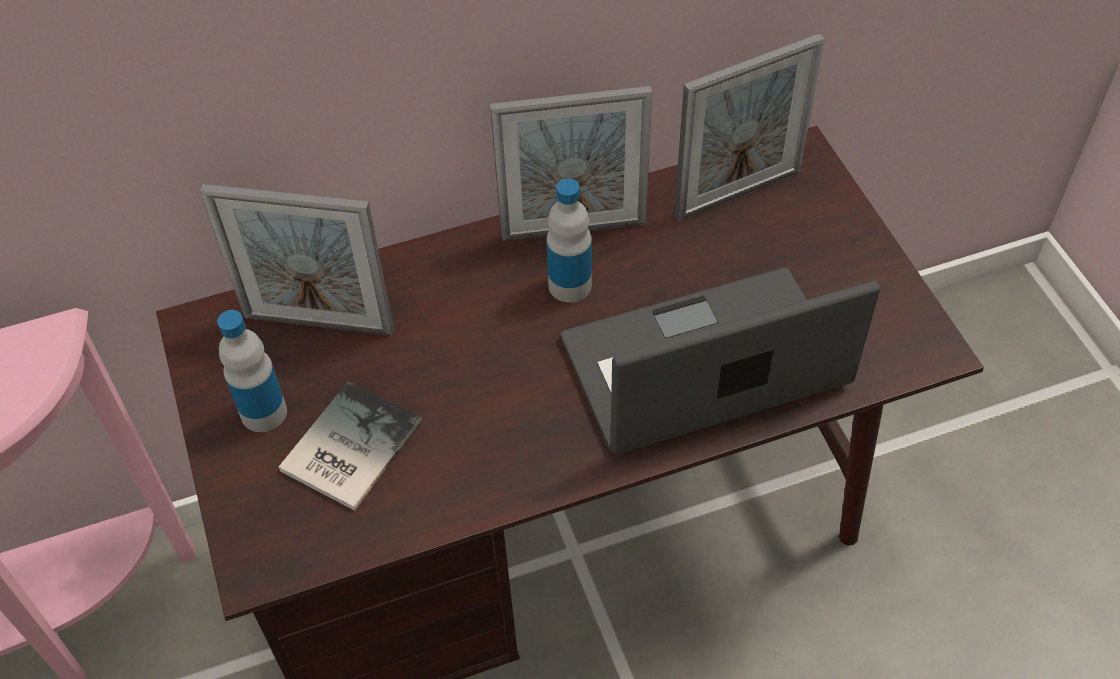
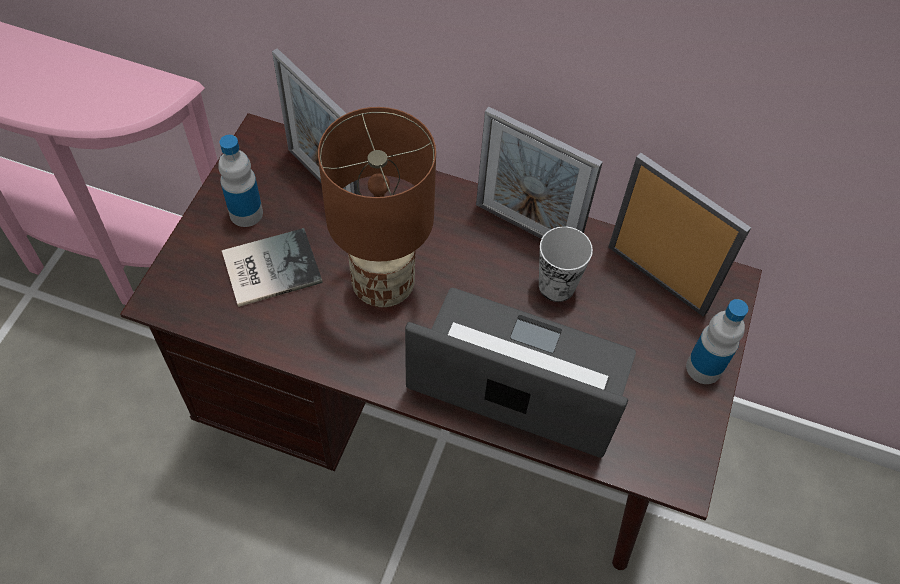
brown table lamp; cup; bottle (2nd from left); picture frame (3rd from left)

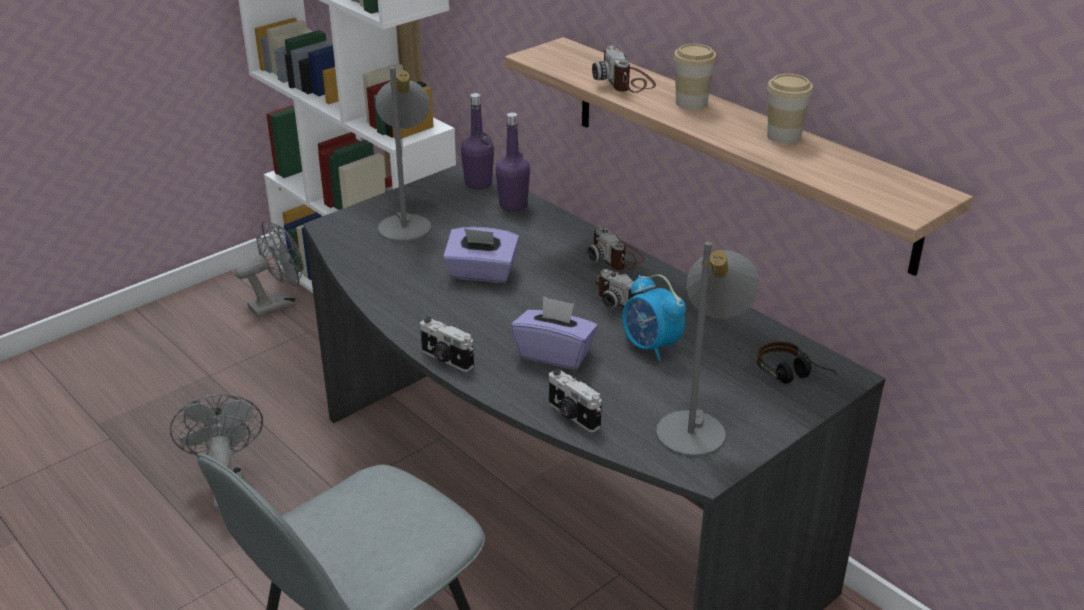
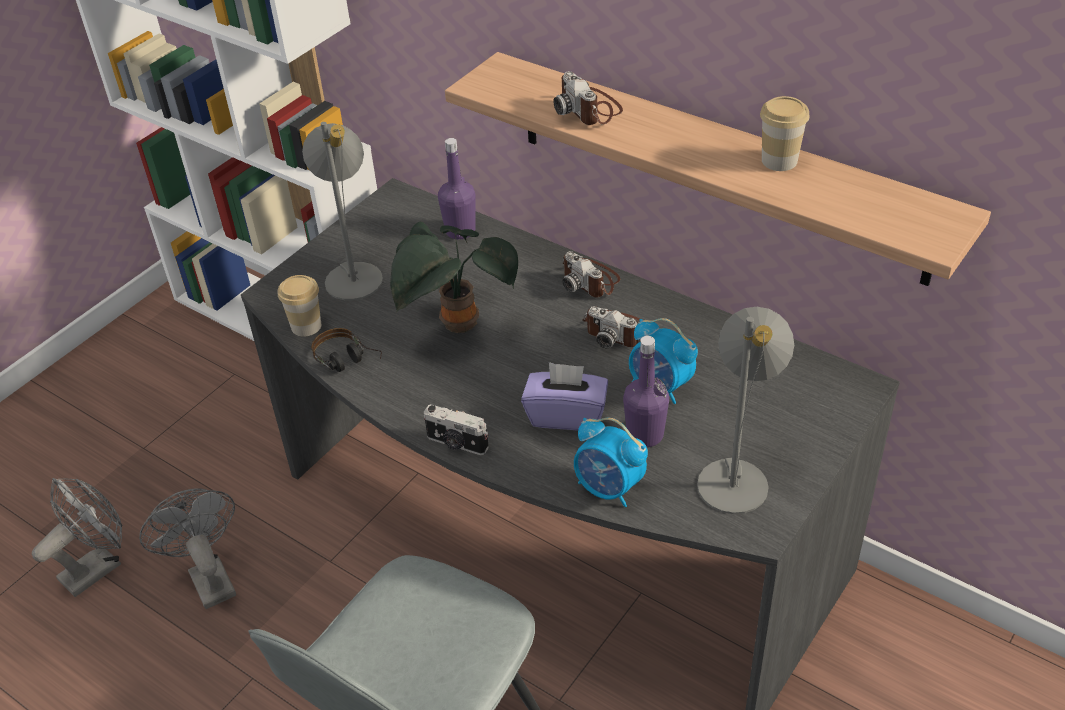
grey fan (1st from left); purple bottle (2nd from left); cup (1st from left); headphones; potted plant; alarm clock (1st from left)

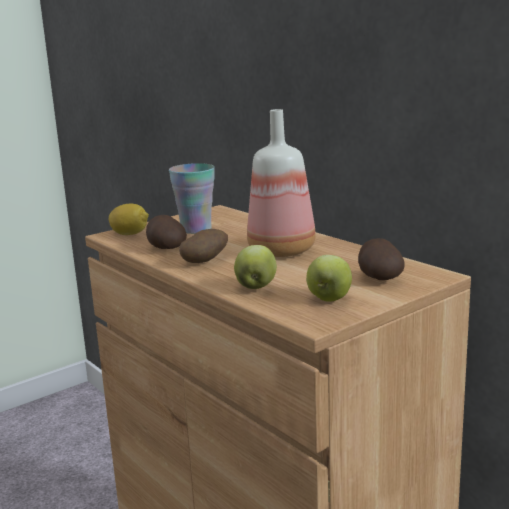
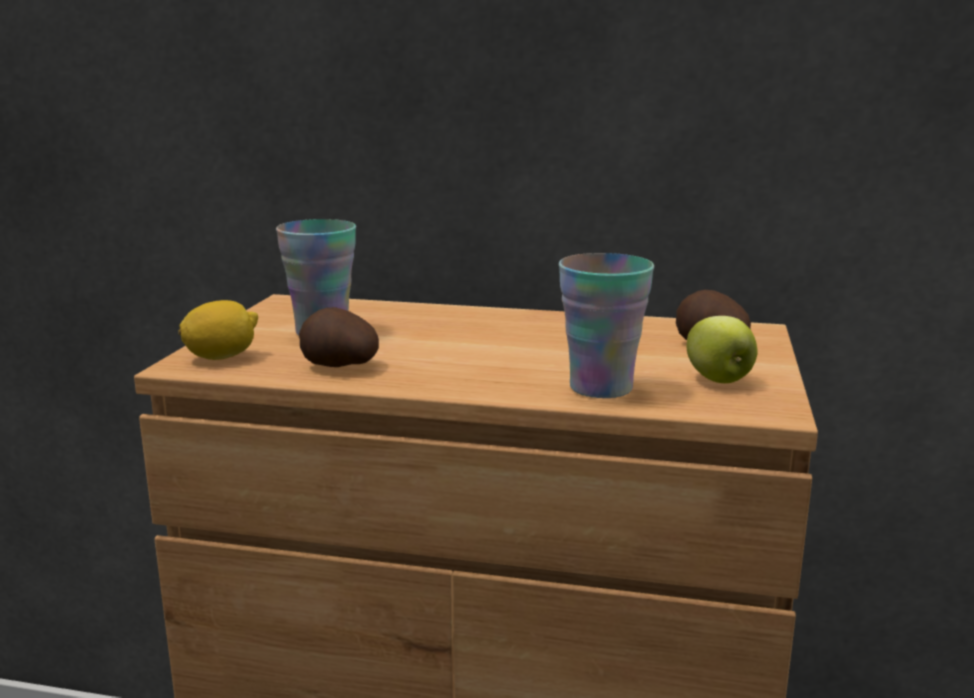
potato (2nd from left in the first image); bottle; cup (2nd from left)

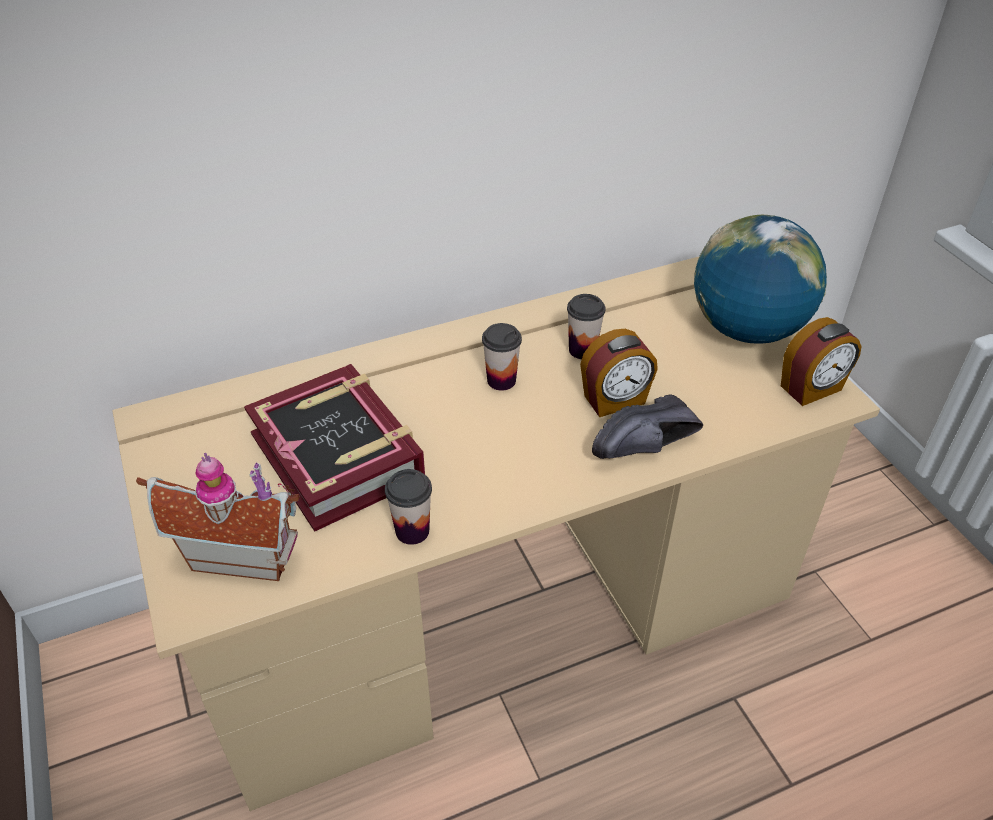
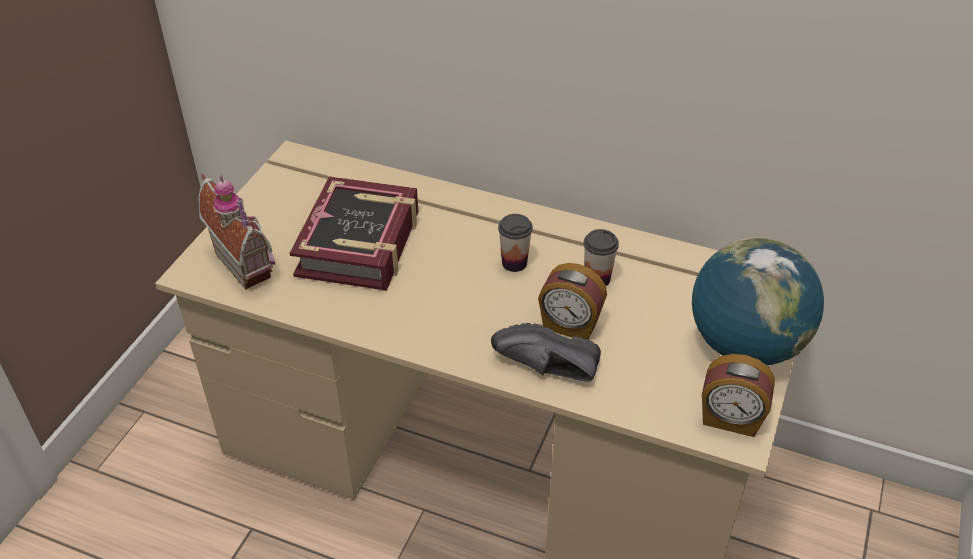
cup (1st from left in the first image)

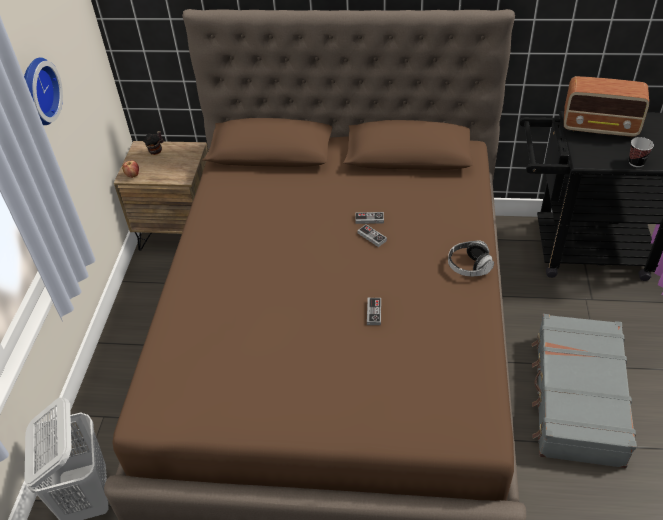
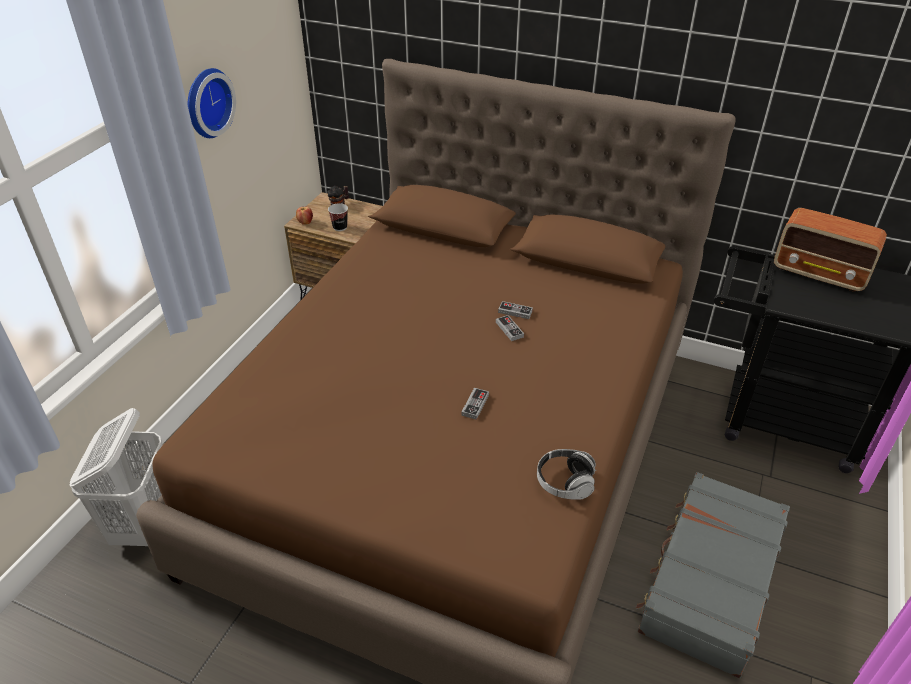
headphones; cup

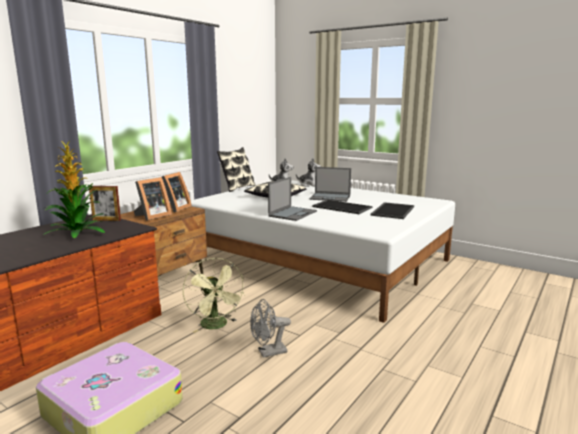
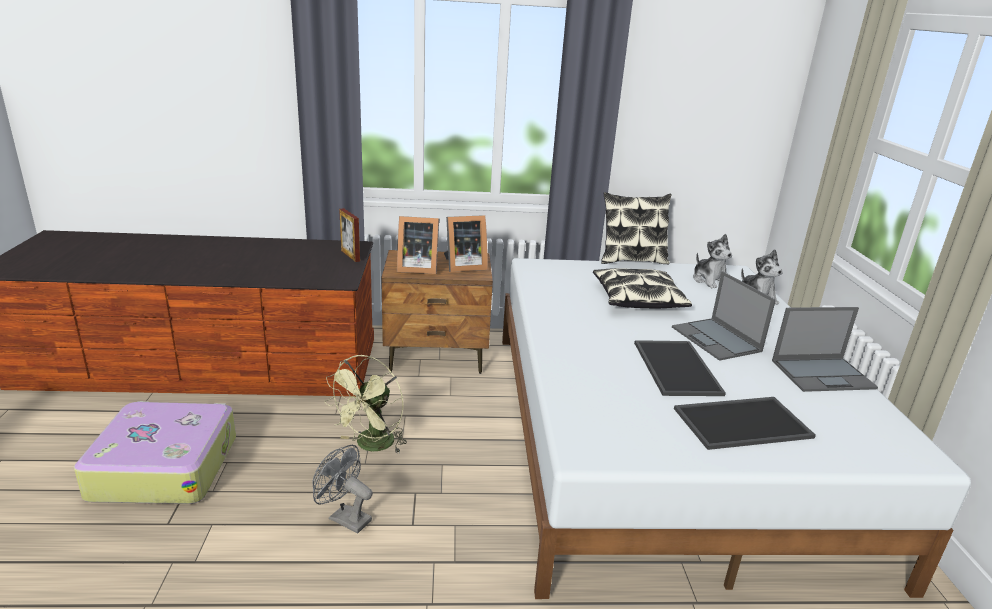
potted plant; laptop (2nd from left)

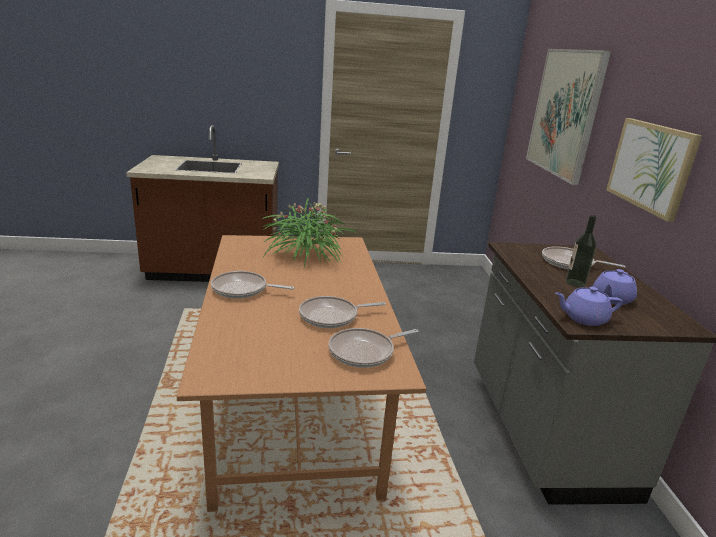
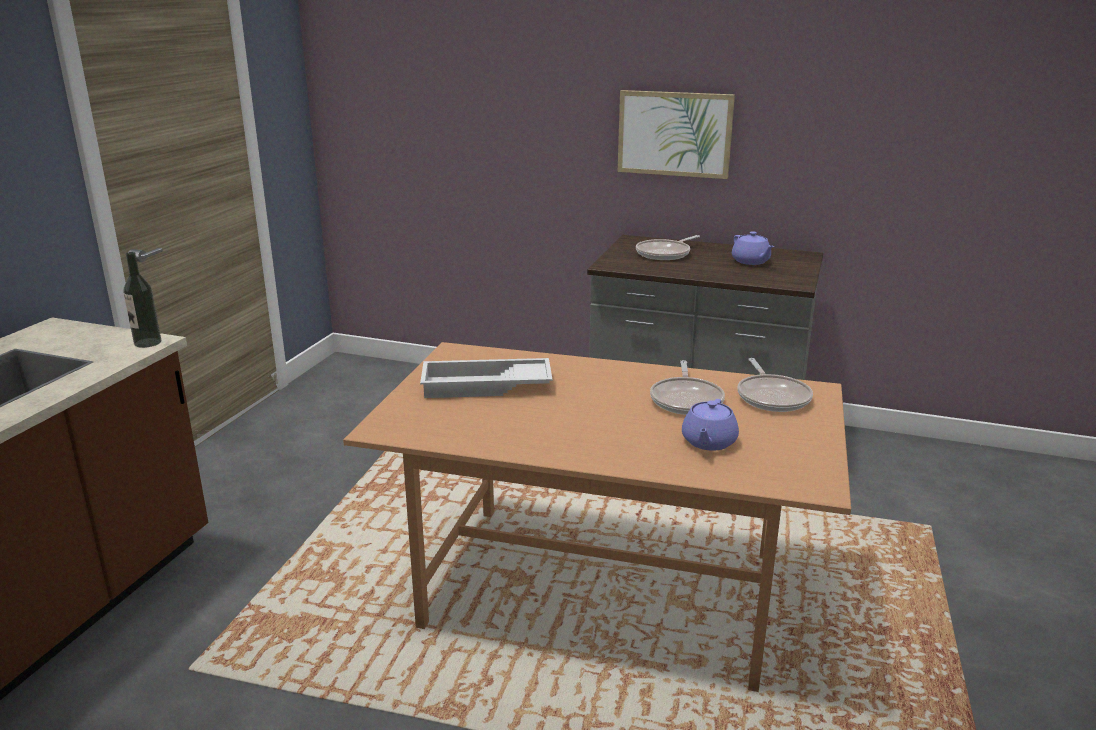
frying pan (1st from left in the first image); picture (1st from left in the first image); purple teapot (1st from left); bottle; white tray

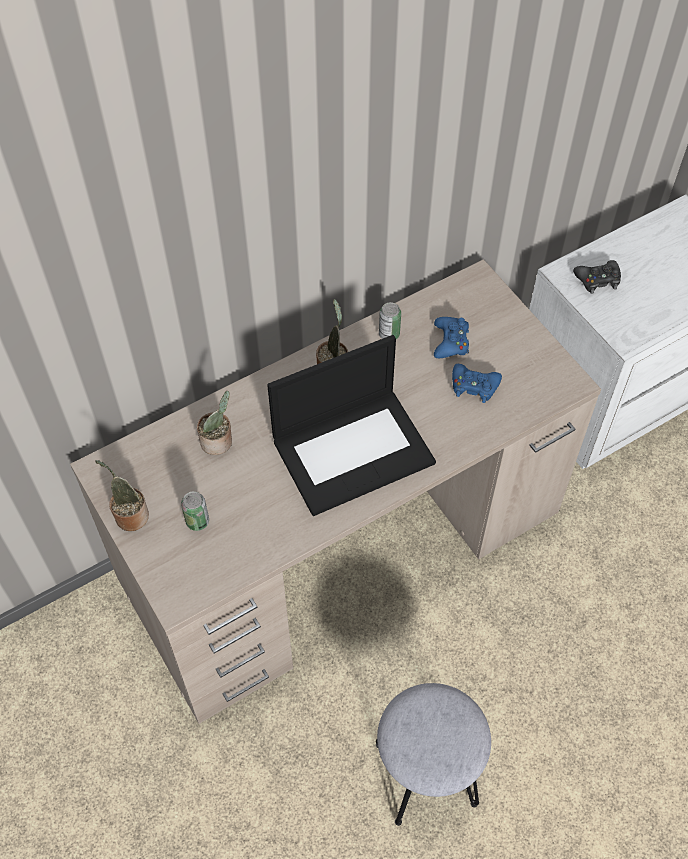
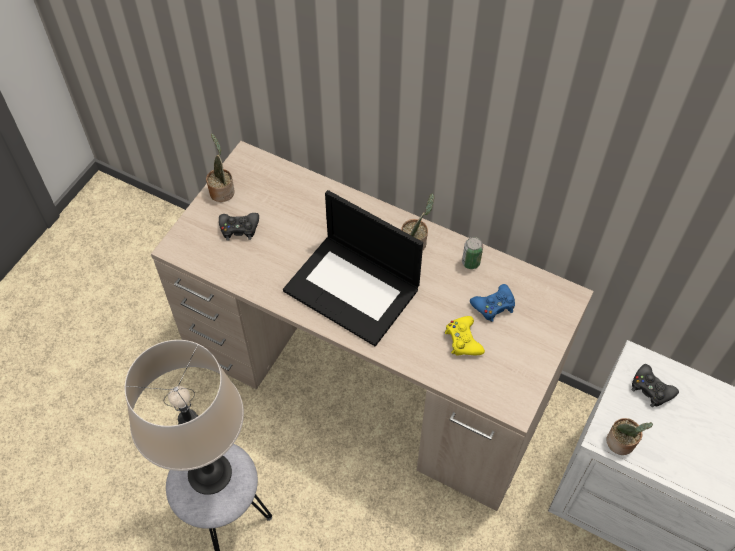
beige table lamp; potted plant (3rd from left); black game controller (1st from left); yellow game controller

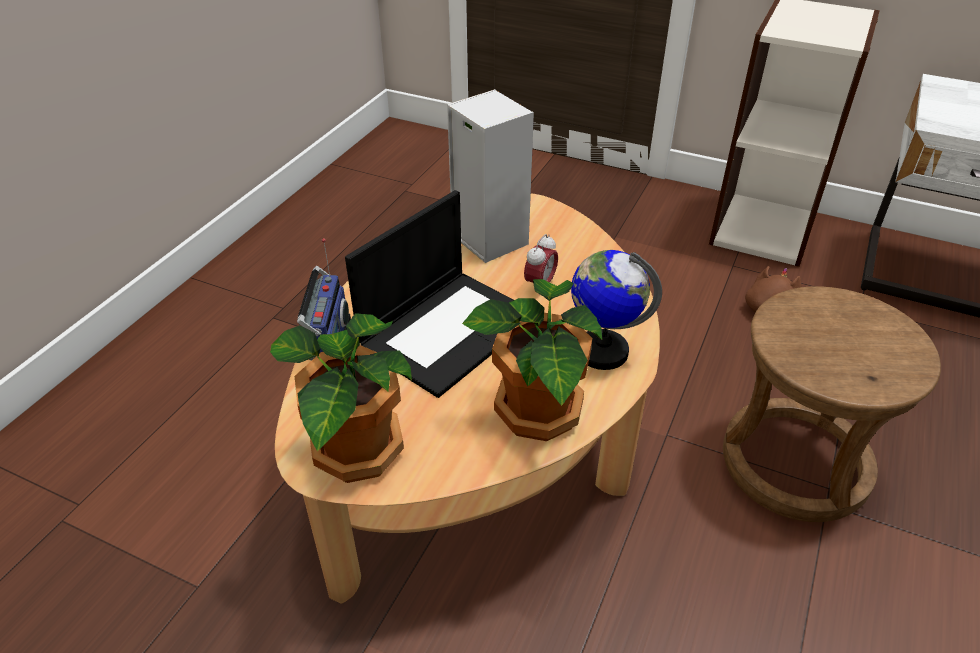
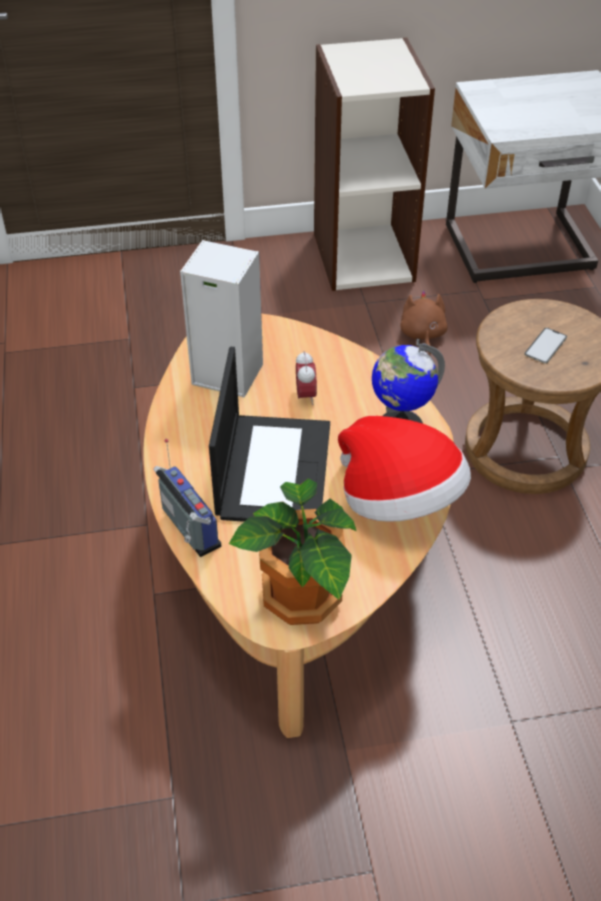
phone; hat

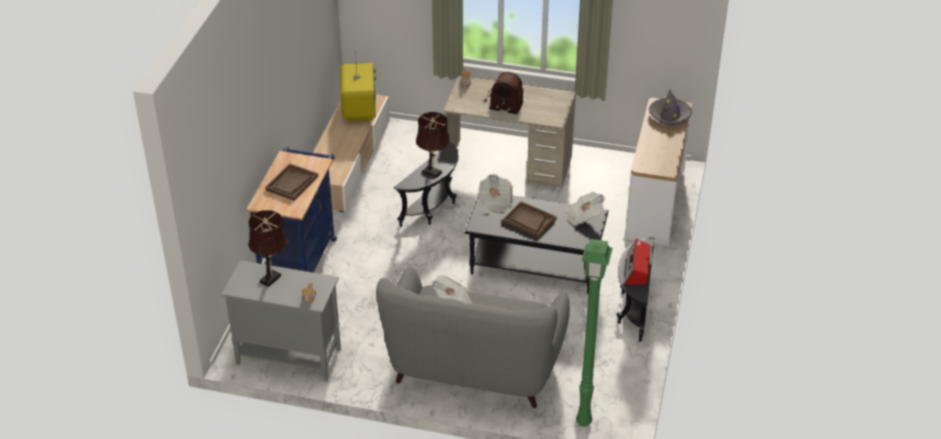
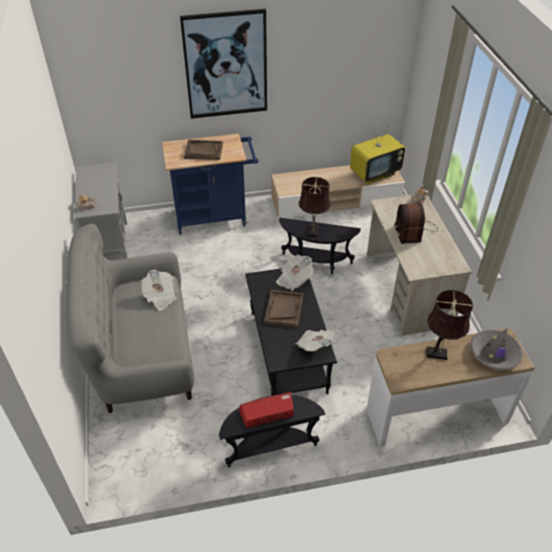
green floor lamp; picture; brown table lamp (2nd from left)

